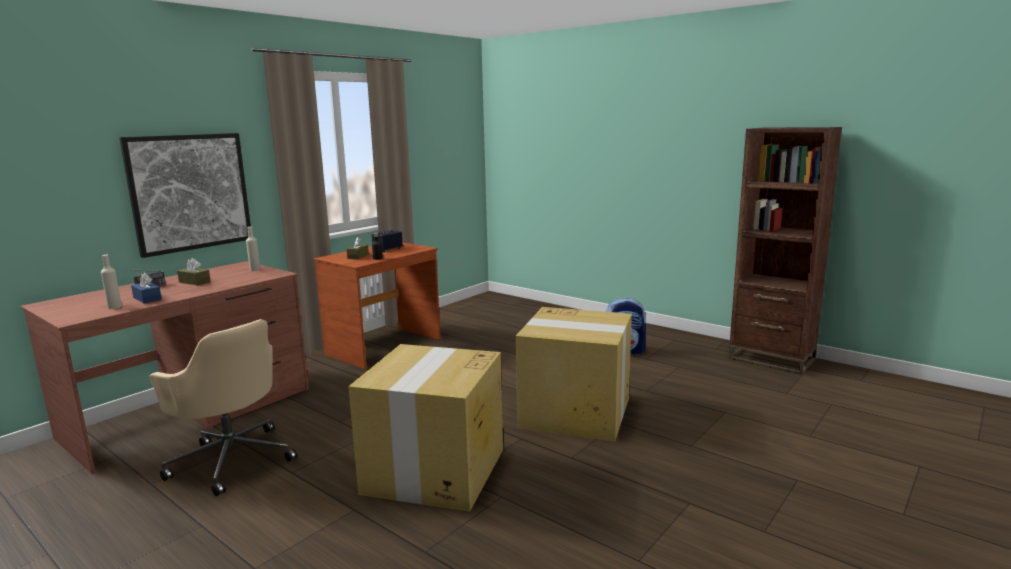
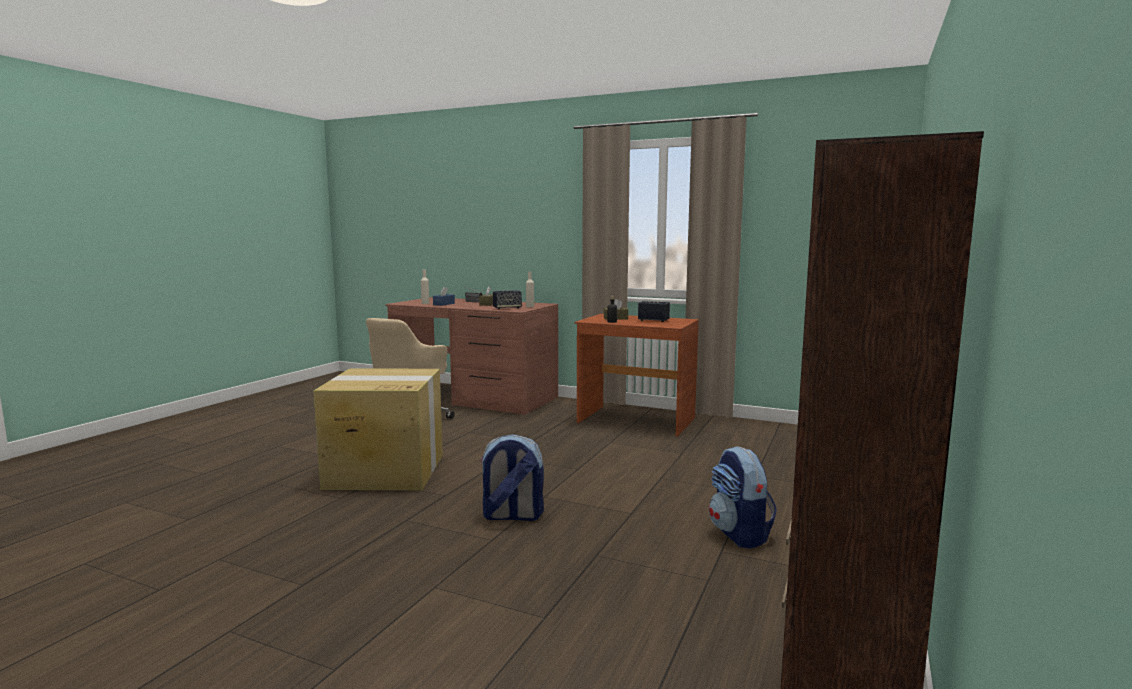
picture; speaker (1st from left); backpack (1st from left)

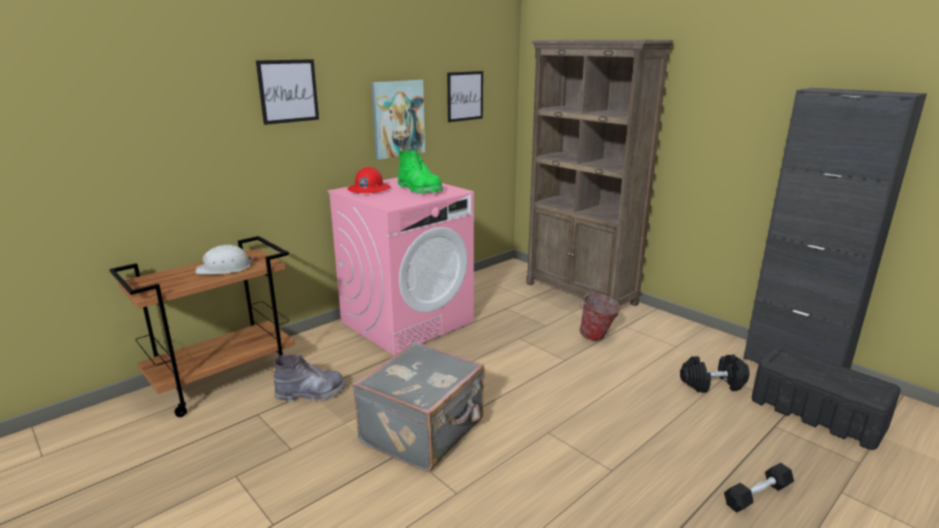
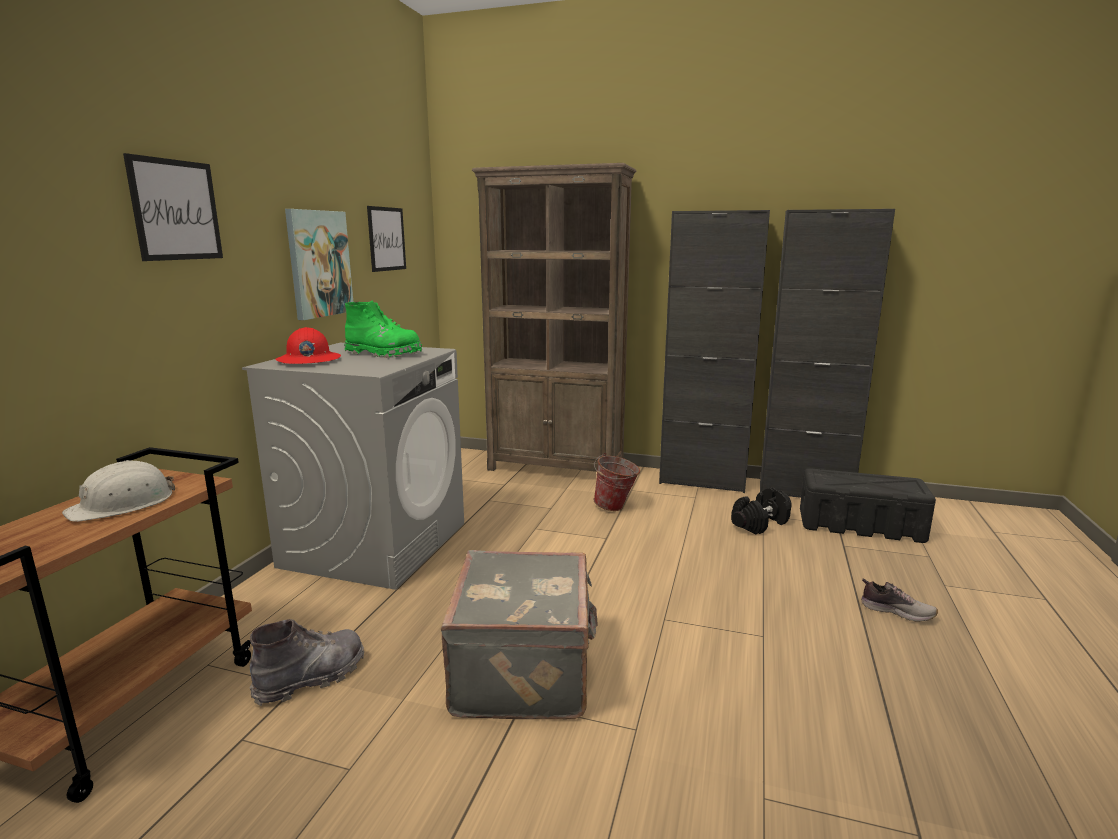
black cabinet (1st from left); shoe; grey washing machine

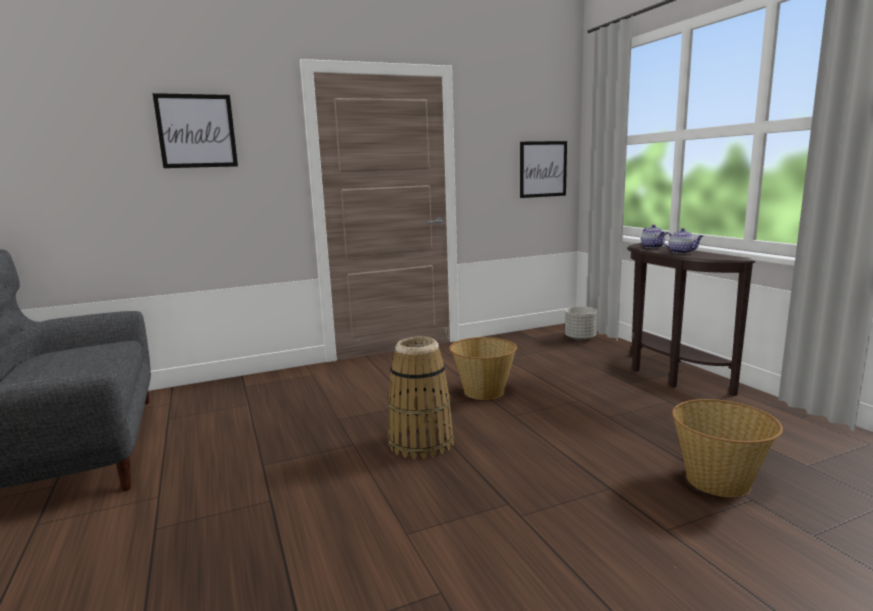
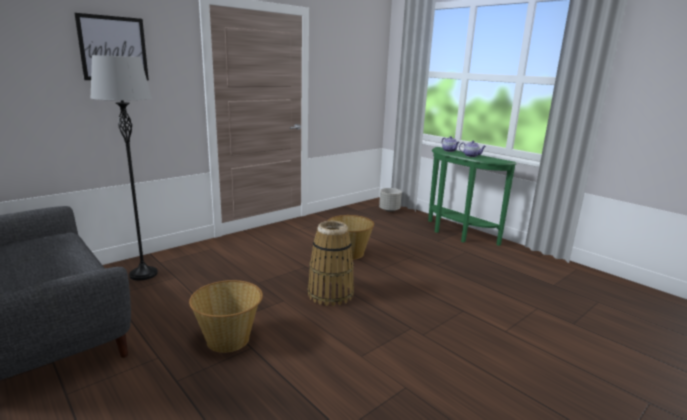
picture (2nd from left in the first image); grey floor lamp; basket (1st from left); green console table

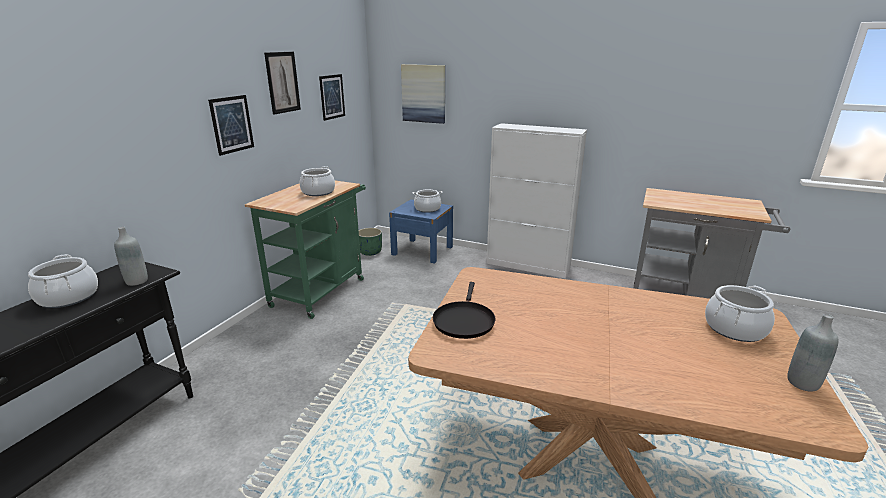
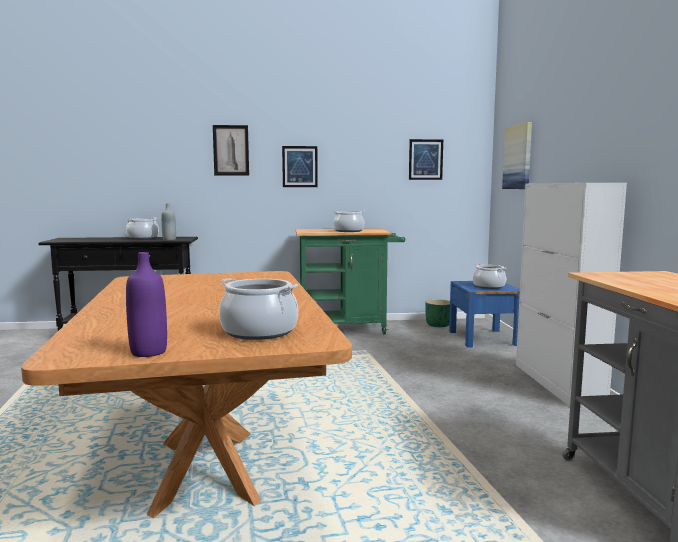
black frying pan; picture (1st from left); purple bottle

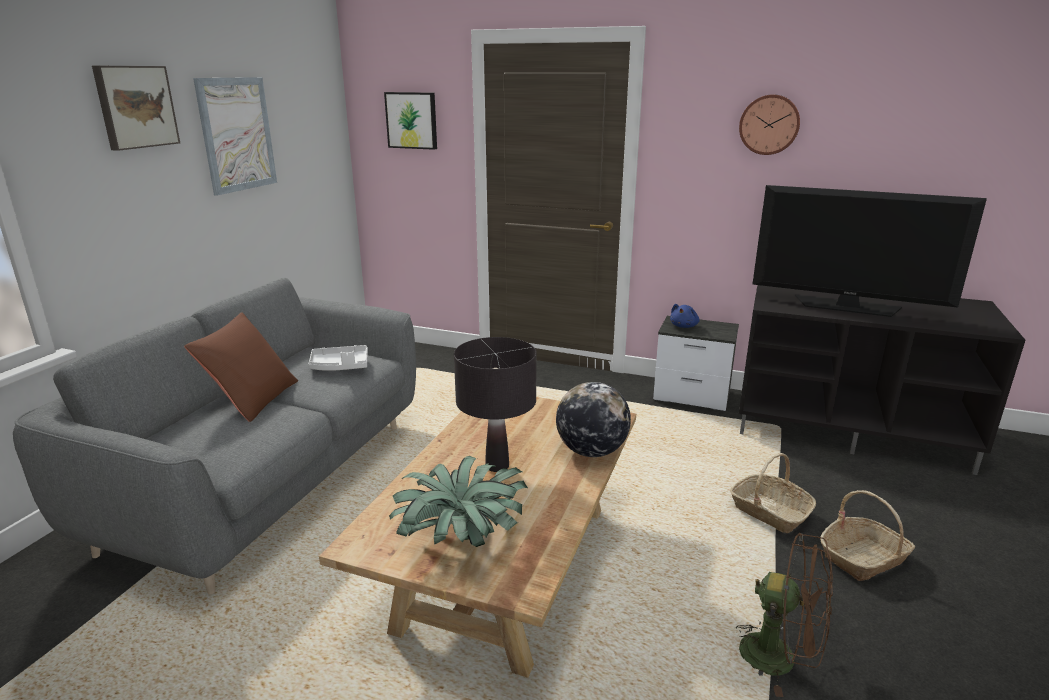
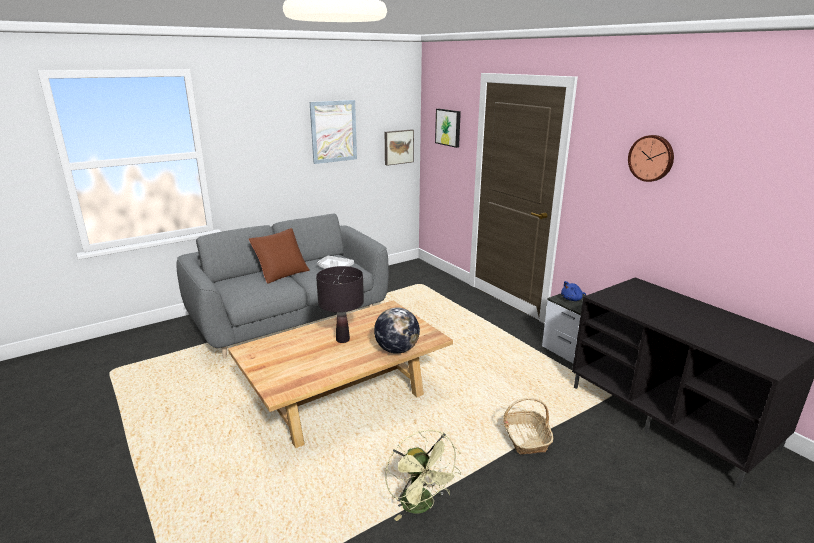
potted plant; television; basket (2nd from left in the first image); picture (2nd from left); green fan

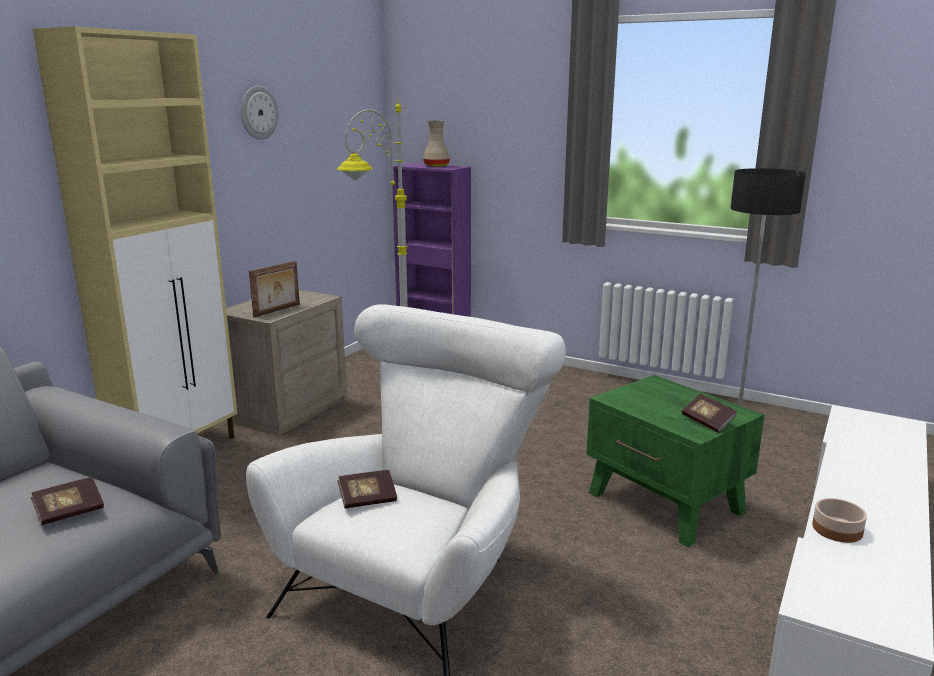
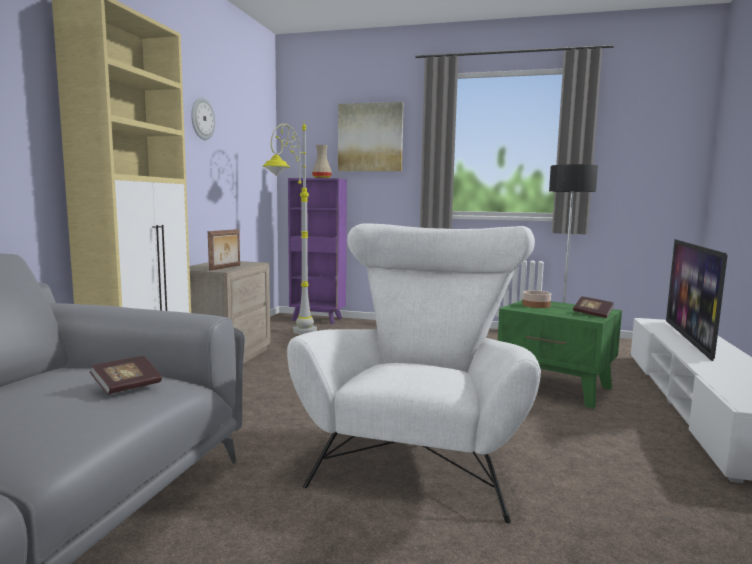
book (2nd from left in the first image); picture; television; bowl

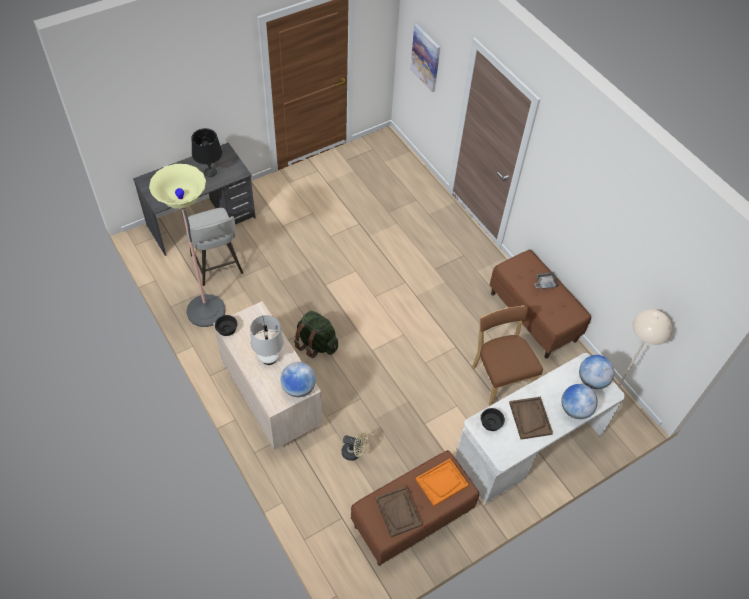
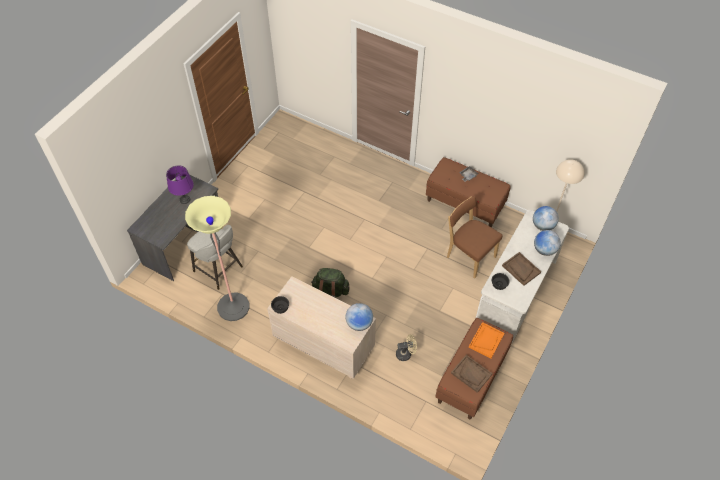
white table lamp; picture; purple table lamp

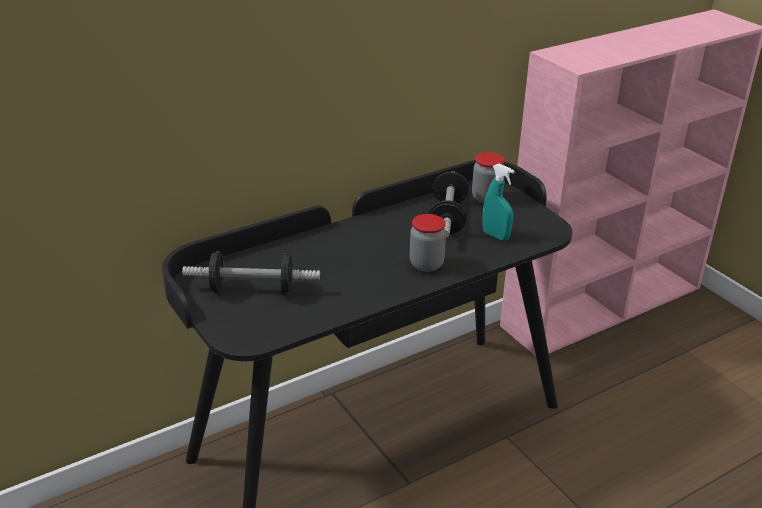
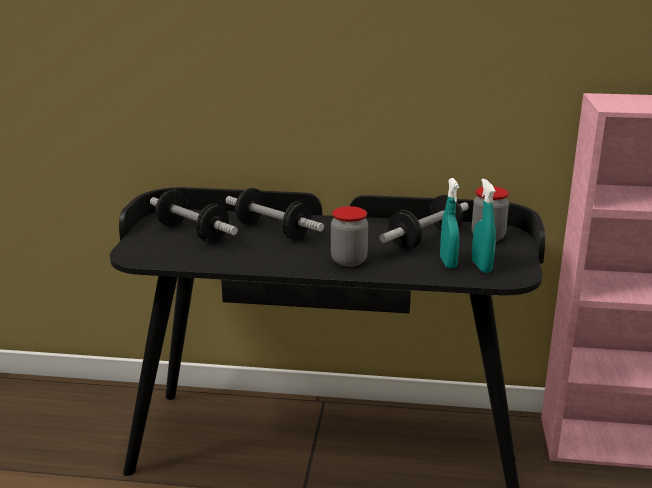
dumbbell (2nd from left); turquoise spray bottle (2nd from left)

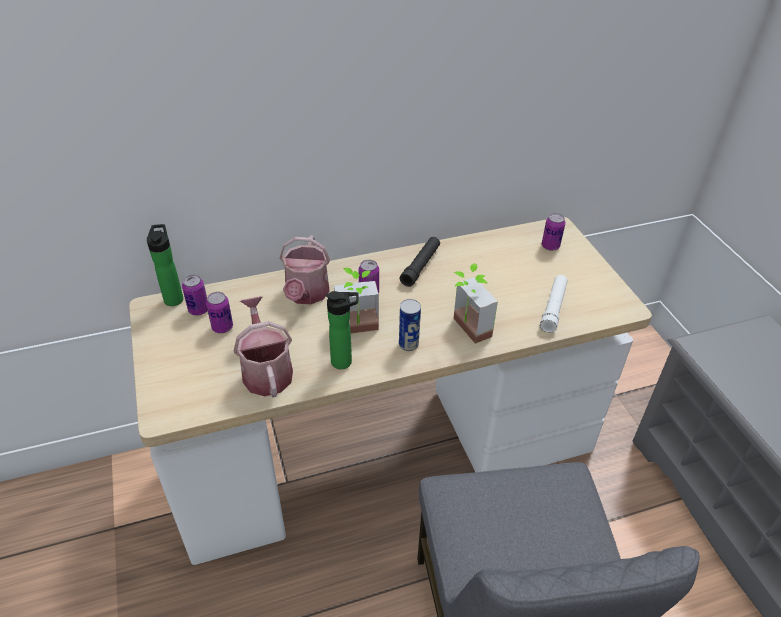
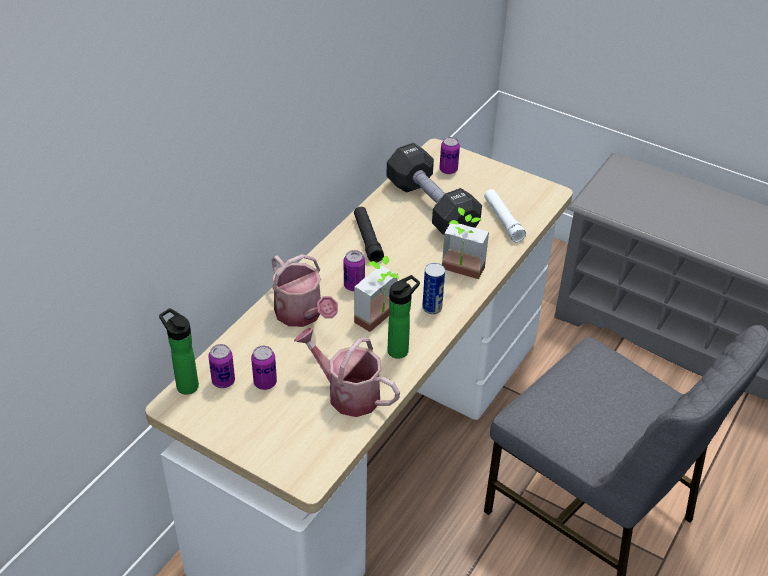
black dumbbell

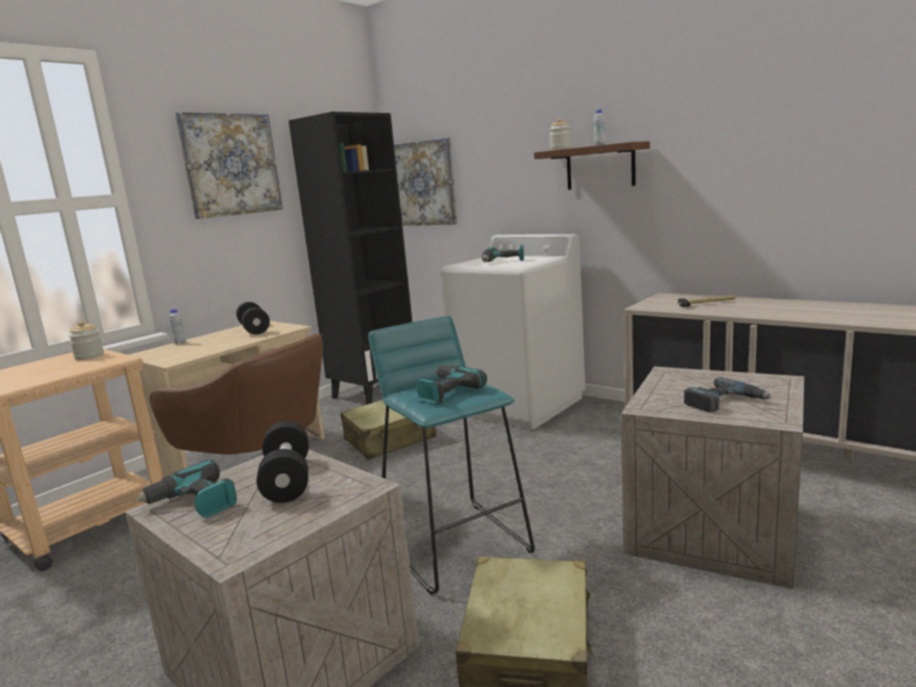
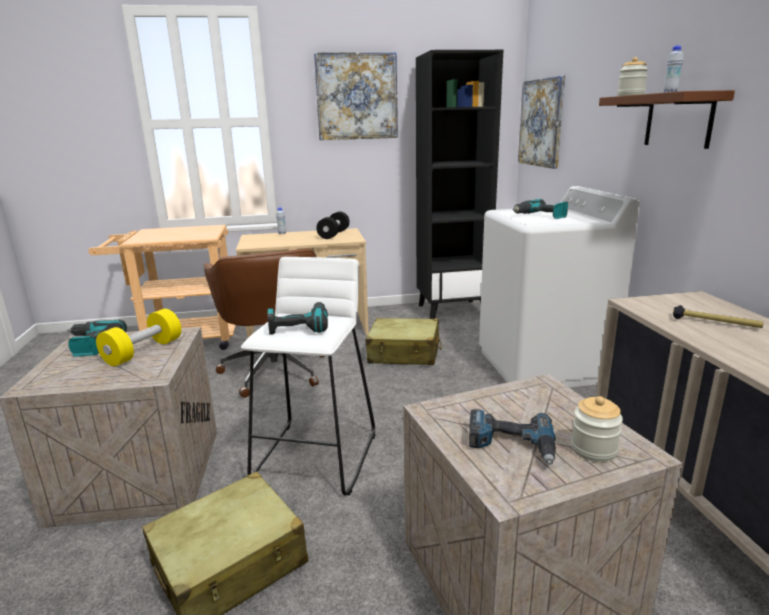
jar (1st from left); yellow dumbbell; white stool

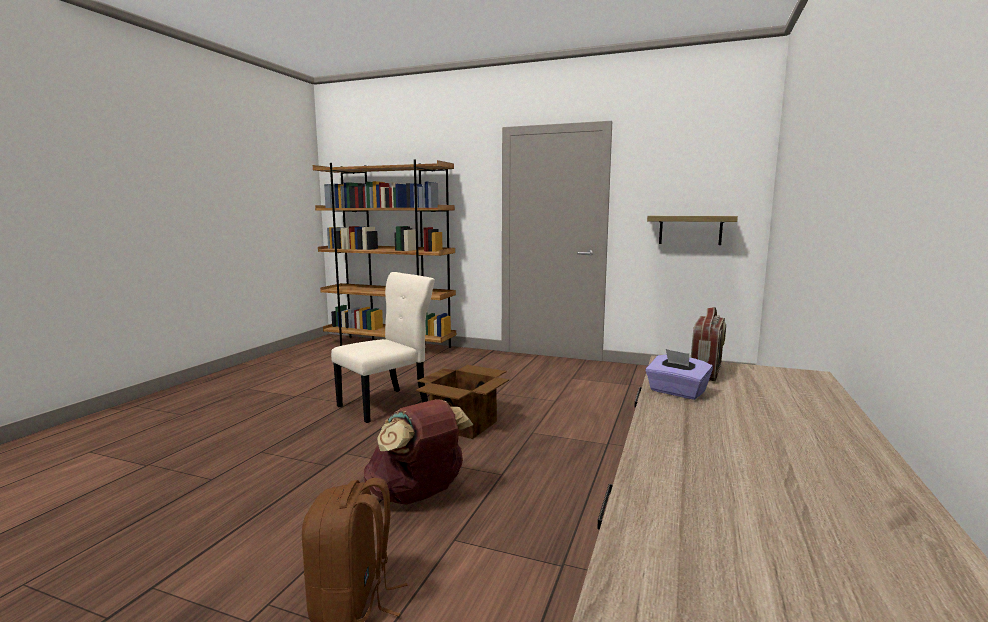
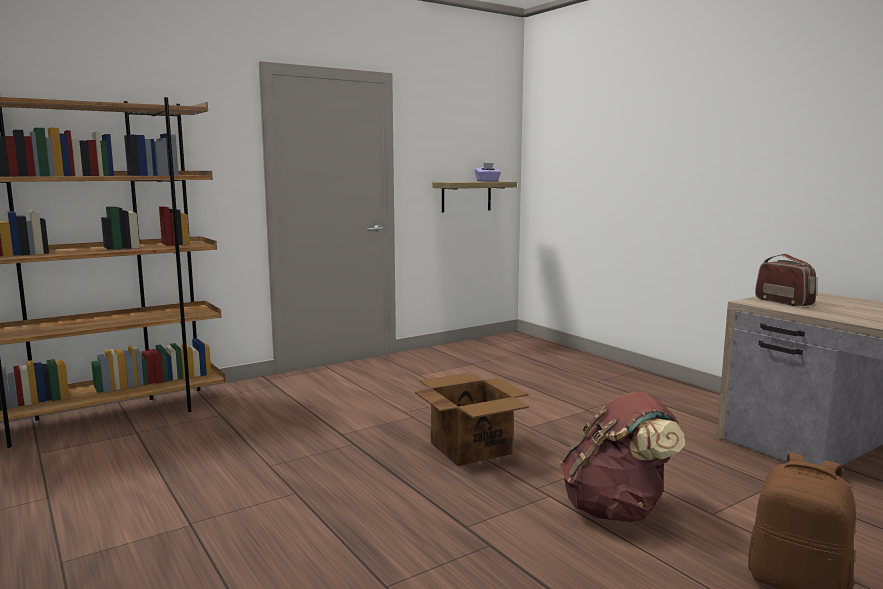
beige chair; purple tissue box

